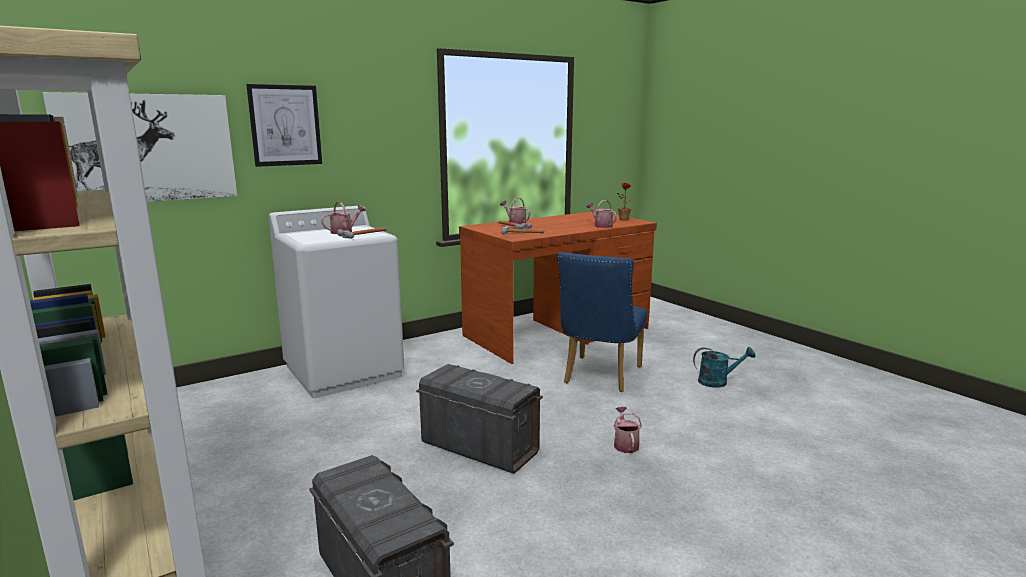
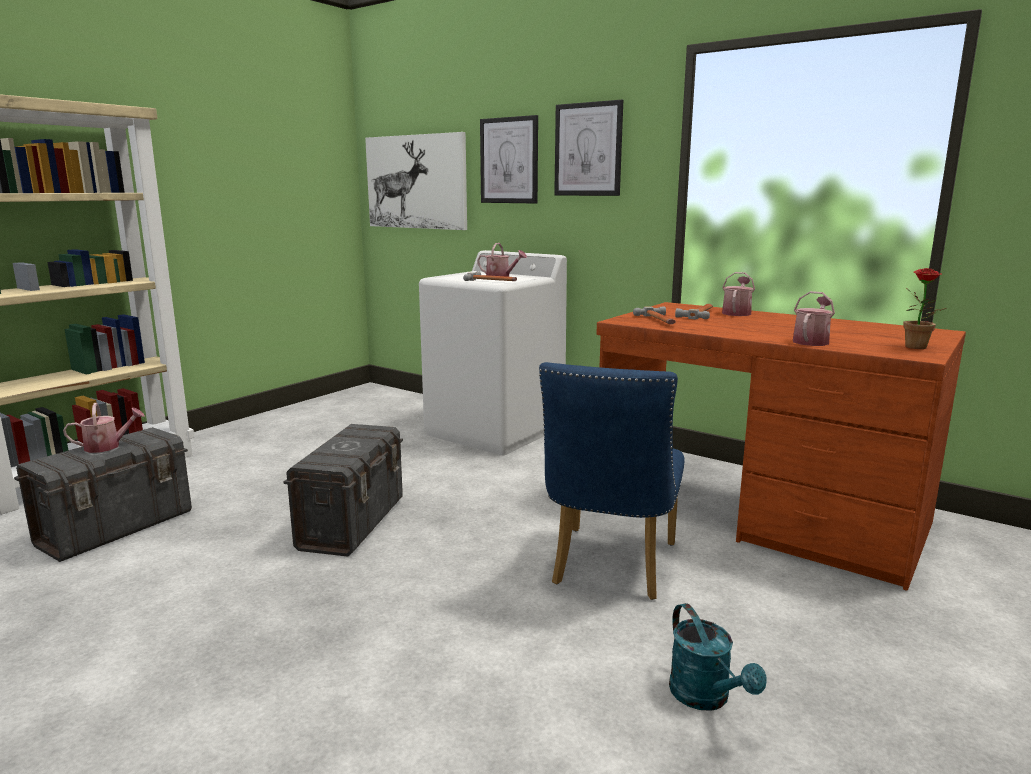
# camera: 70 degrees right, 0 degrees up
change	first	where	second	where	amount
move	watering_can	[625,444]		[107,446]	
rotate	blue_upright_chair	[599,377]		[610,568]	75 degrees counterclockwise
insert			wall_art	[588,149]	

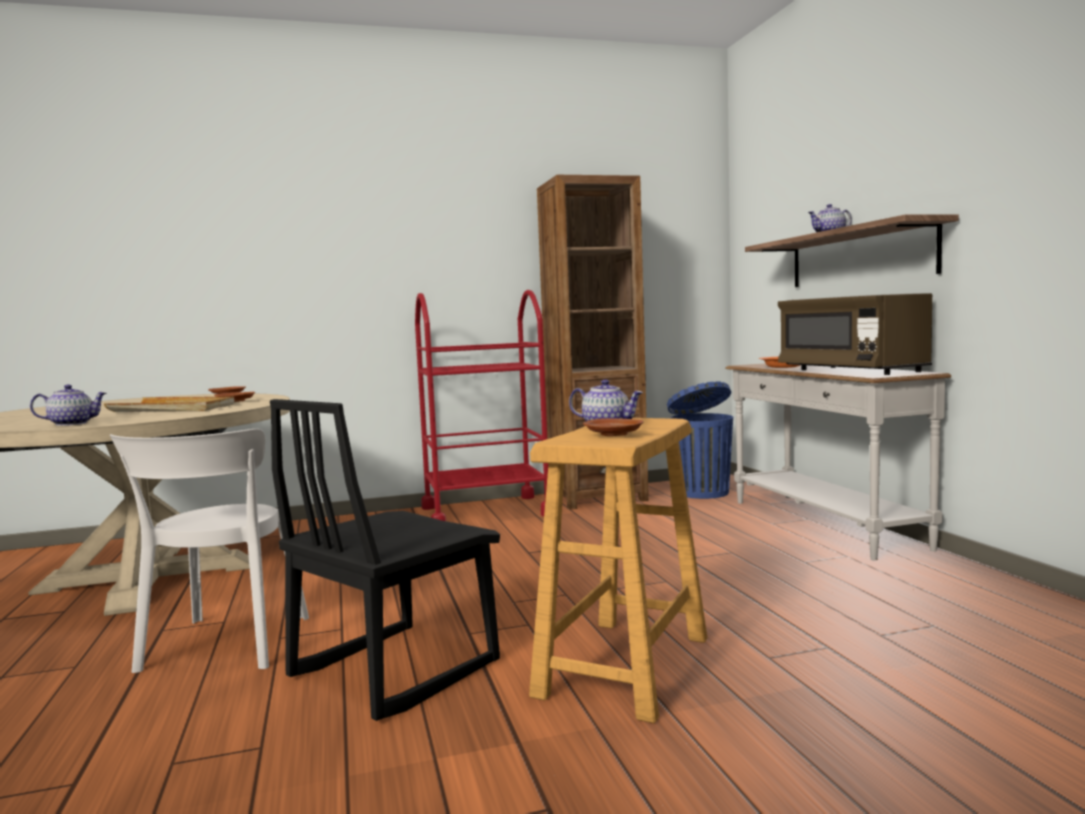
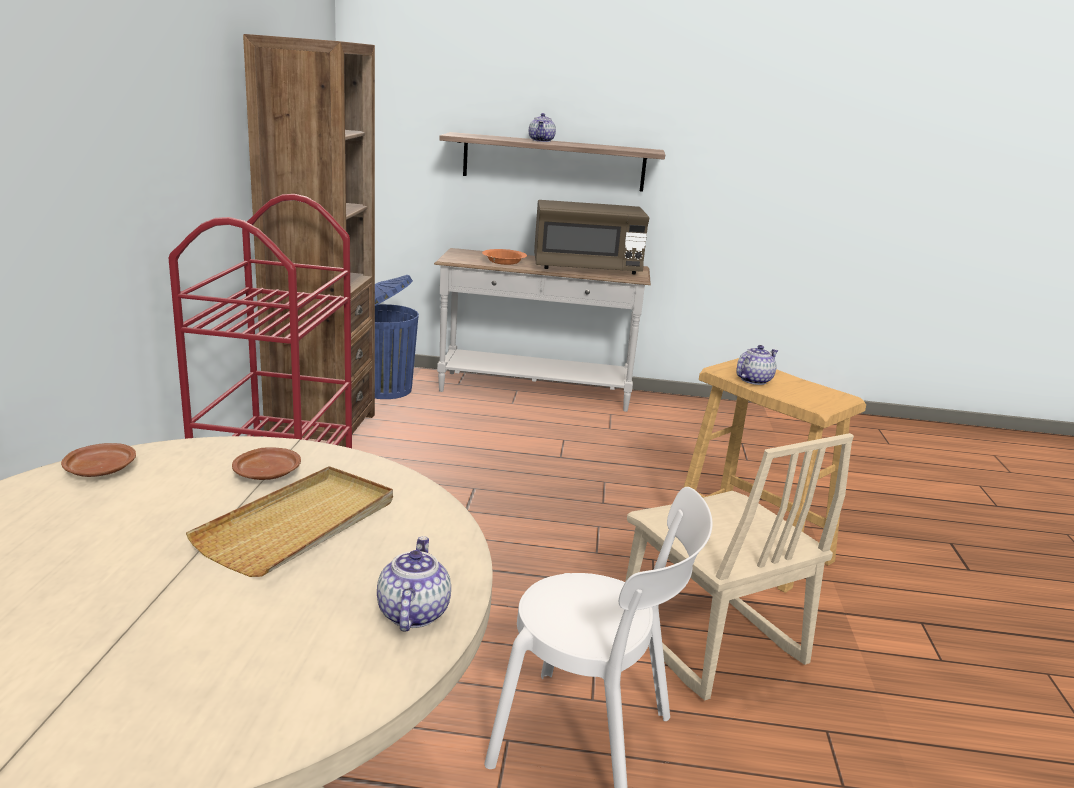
# camera: 70 degrees left, 15 degrees up
change	first	where	second	where	amount
recolor	blackish_upright_chair	[393,669]	beige_upright_chair	[709,641]	
delete	brownish_flat_dish	[614,435]			

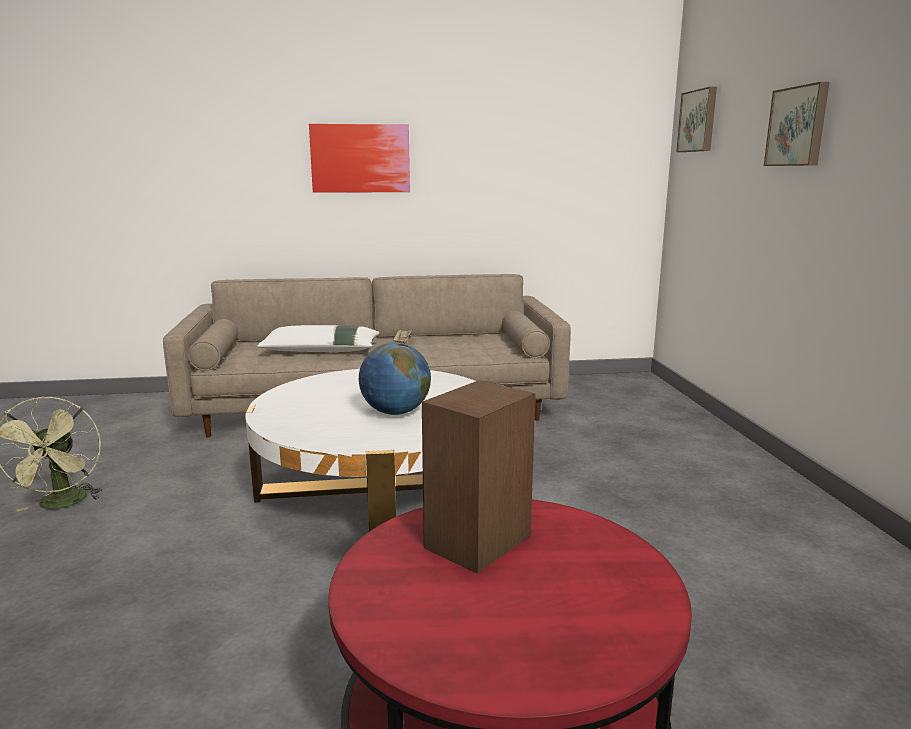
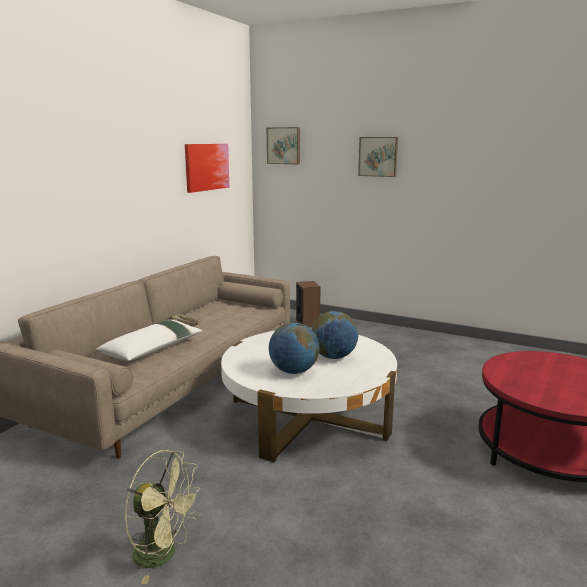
# camera: 55 degrees left, 0 degrees up
change	first	where	second	where	amount
move	wall_art	[360,158]		[206,167]	
insert			globe	[294,371]	
move	loudspeaker	[478,541]		[308,323]	

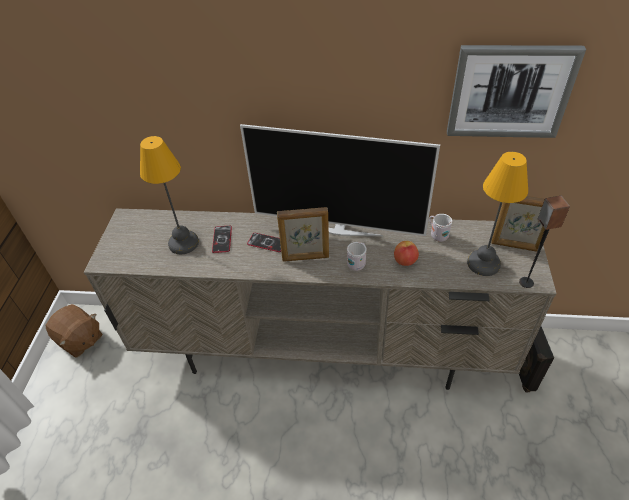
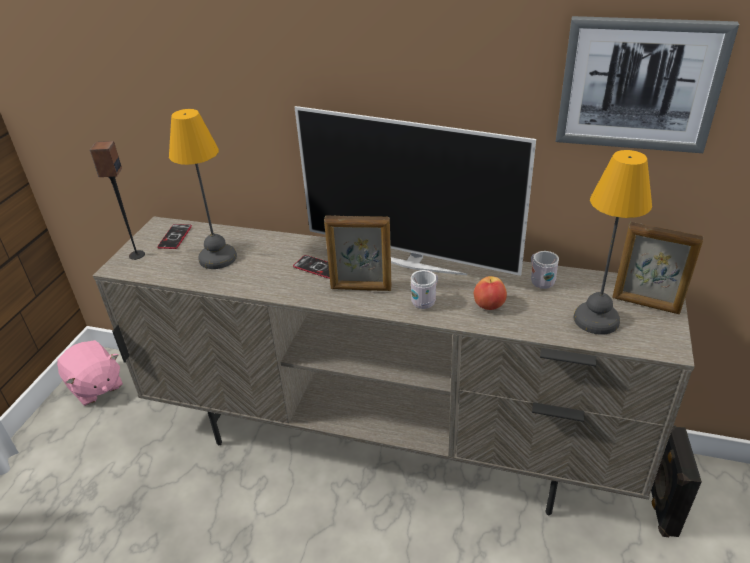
# camera: 10 degrees right, 10 degrees down
change	first	where	second	where	amount
recolor	brownish_cuddly_toy	[80,340]	pink_cuddly_toy	[95,387]	
move	loudspeaker	[526,282]		[136,255]	
move	phone	[222,239]		[175,237]	

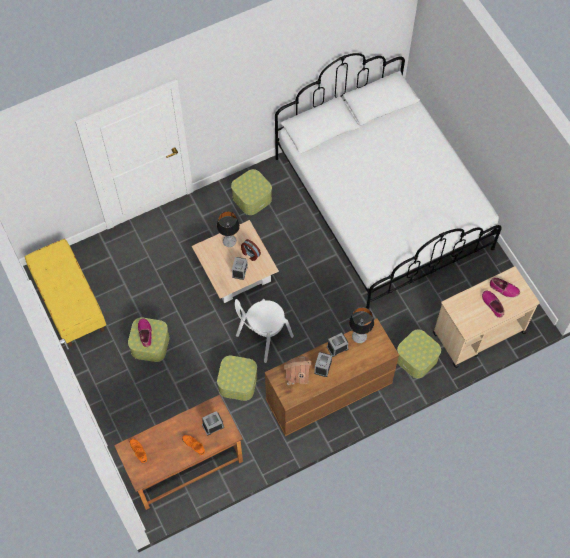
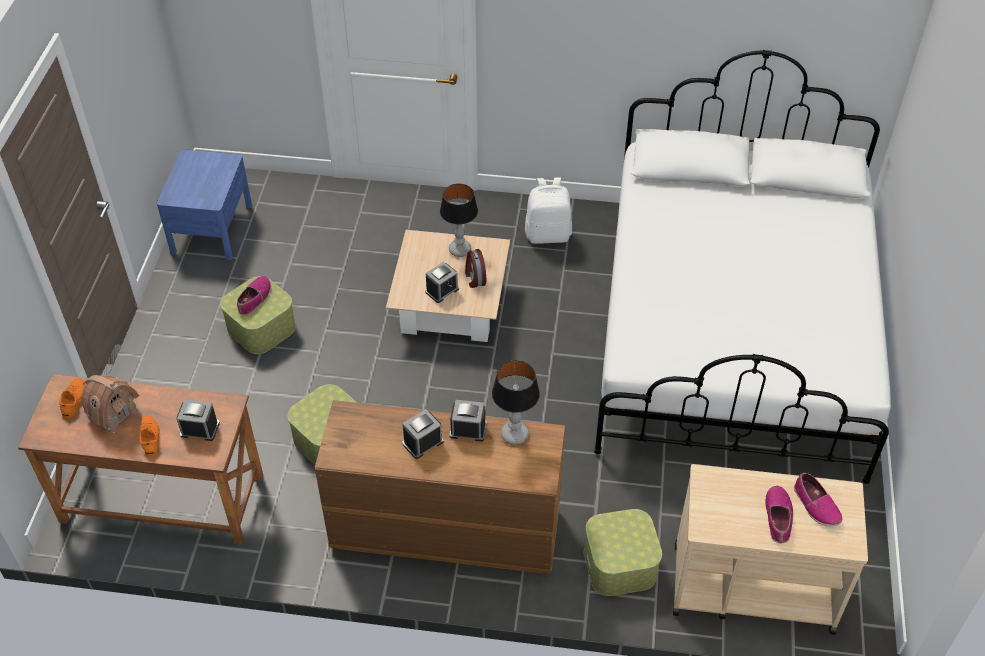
# camera: 35 degrees right, 15 degrees down
change	first	where	second	where	amount
move	model_house	[297,374]		[113,413]	
replace	yellow-coloured_long_seat	[69,302]	blue_night_table	[212,229]	
replace	storage_bin	[252,198]	white-coloured_rucksack	[548,234]	
delete	white-coloured_upright_chair	[262,337]			

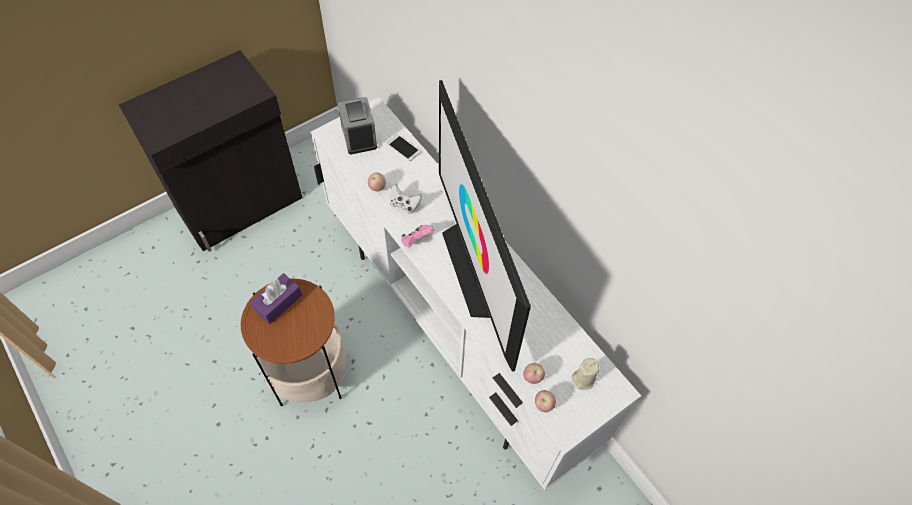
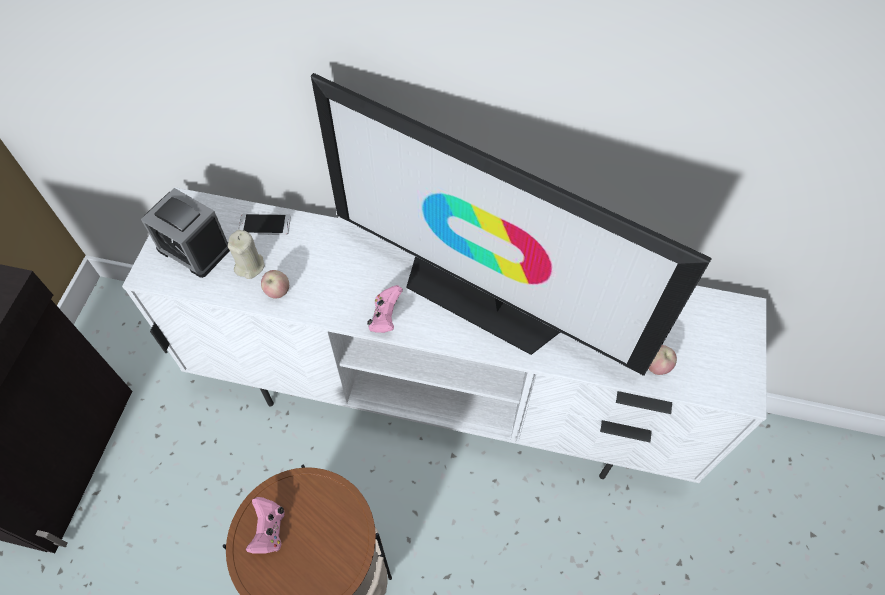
# camera: 40 degrees left, 0 degrees up
change	first	where	second	where	amount
move	beige_wax_light	[583,379]		[250,266]	
replace	purple-coloured_tissue_box	[278,303]	pink_game_controller	[269,530]	
delete	white-coloured_game_controller	[404,204]			
delete	apple_fruit	[543,404]			

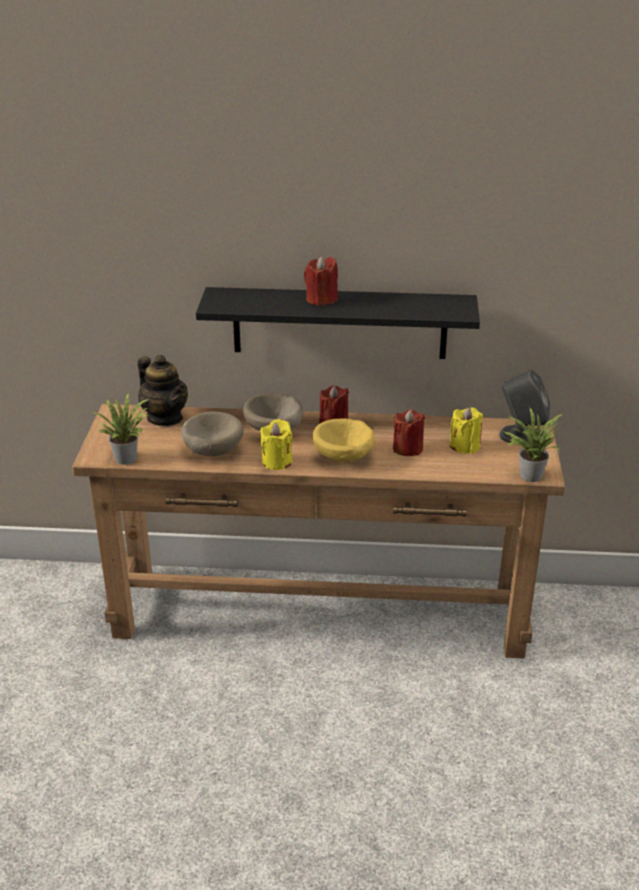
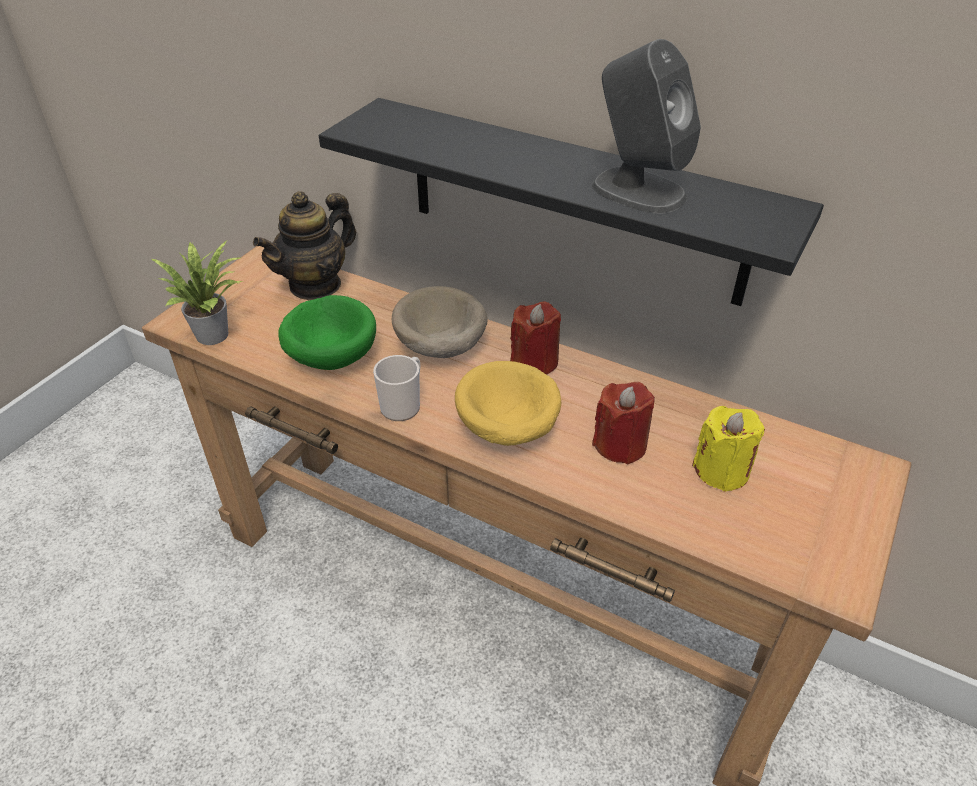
# camera: 25 degrees right, 10 degrees up
change	first	where	second	where	amount
rotate	pot_for_tea	[165,418]		[315,285]	60 degrees clockwise
recolor	beige_bowl	[212,450]	green-coloured_bowl	[331,355]	
replace	yellow-coloured_wax_light	[277,461]	coffee_mug	[403,405]	
move	greyish_loudspeaker	[523,436]		[637,190]	
delete	red_wax_light	[321,299]			
delete	potted_plant	[528,474]			

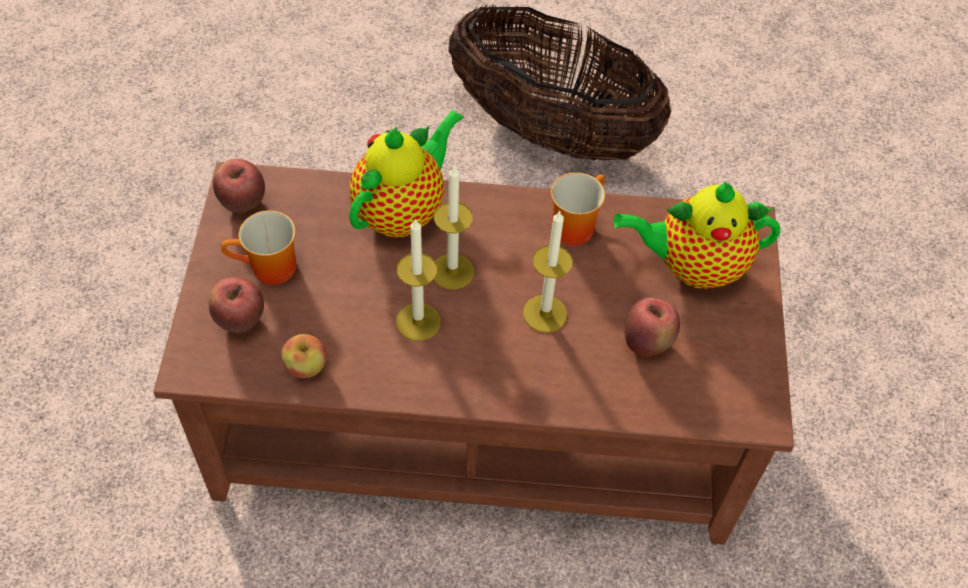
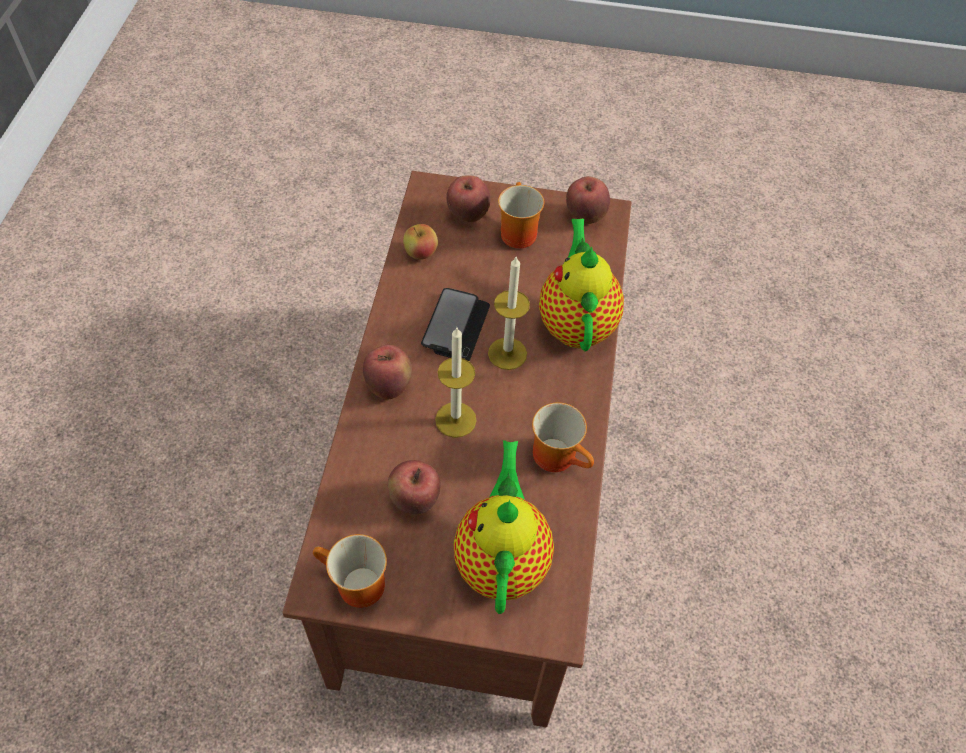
# camera: 95 degrees right, 0 degrees up
change	first	where	second	where	amount
insert			coffee_mug	[354,587]	
insert			apple_fruit	[389,386]	
replace	wax_light	[418,322]	phone	[456,326]	
rotate	pot_for_tea	[403,211]		[576,322]	135 degrees counterclockwise
delete	storage_basket	[550,131]			

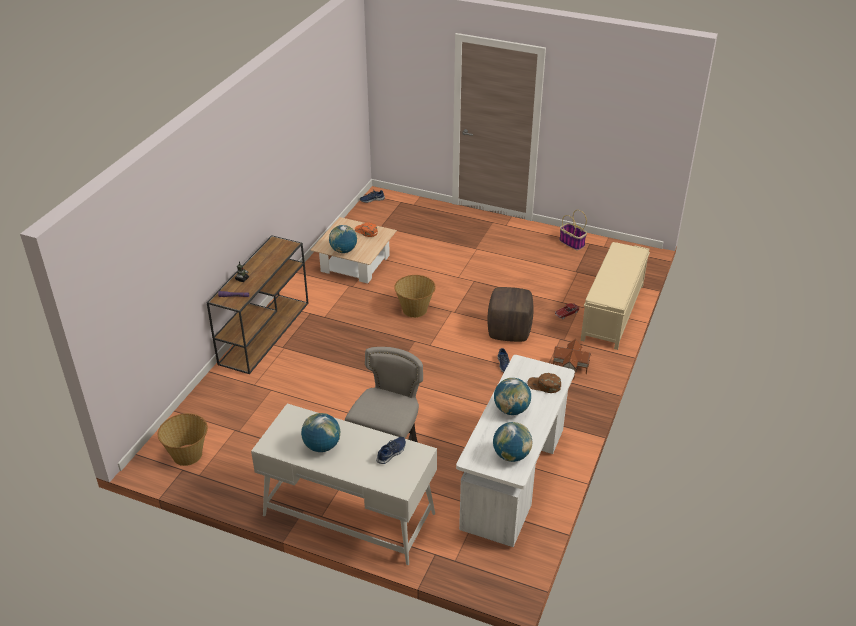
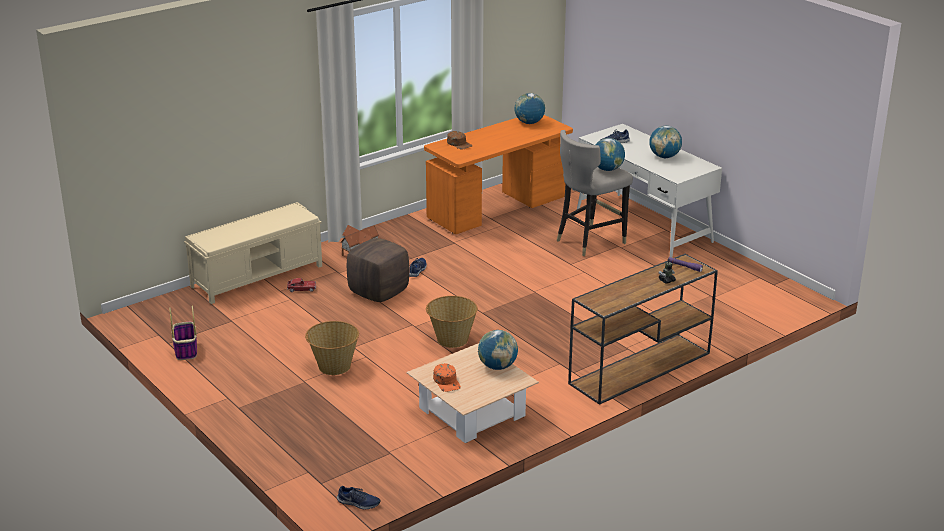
# camera: 150 degrees left, 10 degrees down
change	first	where	second	where	amount
move	storage_basket	[188,454]		[333,366]	
recolor	white-coloured_desk	[514,479]	orange_desk	[498,208]	
move	globe	[511,410]		[607,169]	

